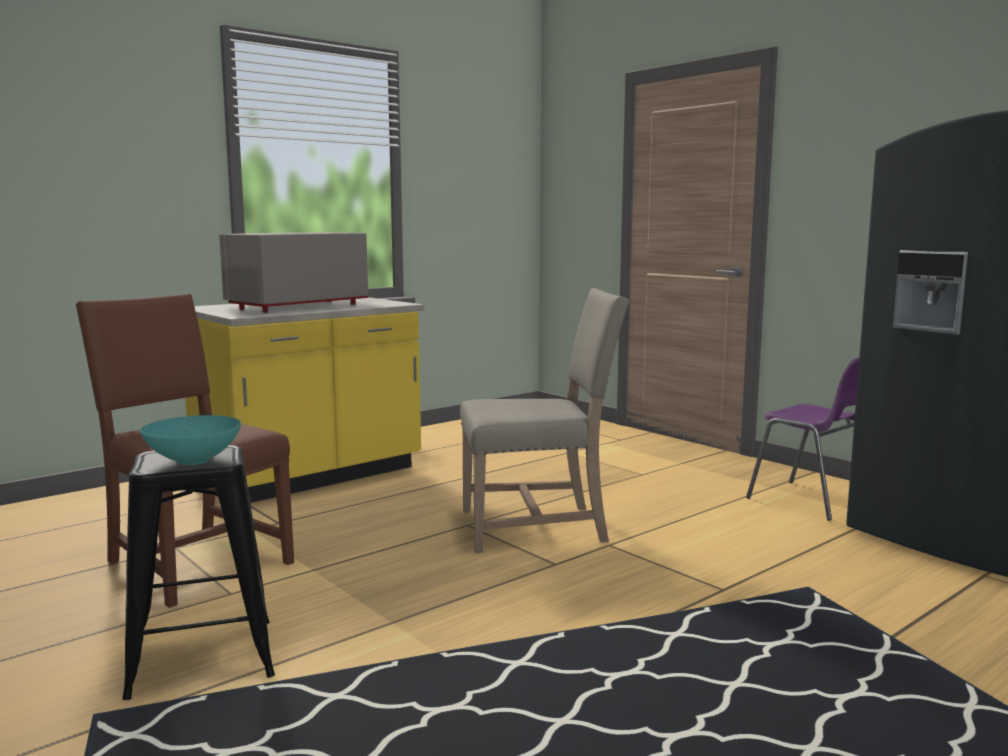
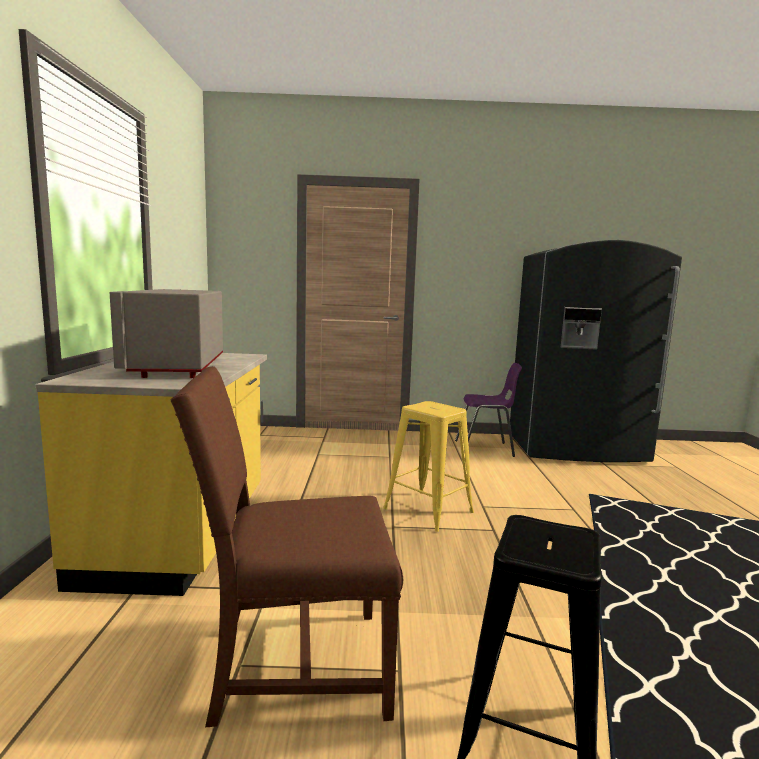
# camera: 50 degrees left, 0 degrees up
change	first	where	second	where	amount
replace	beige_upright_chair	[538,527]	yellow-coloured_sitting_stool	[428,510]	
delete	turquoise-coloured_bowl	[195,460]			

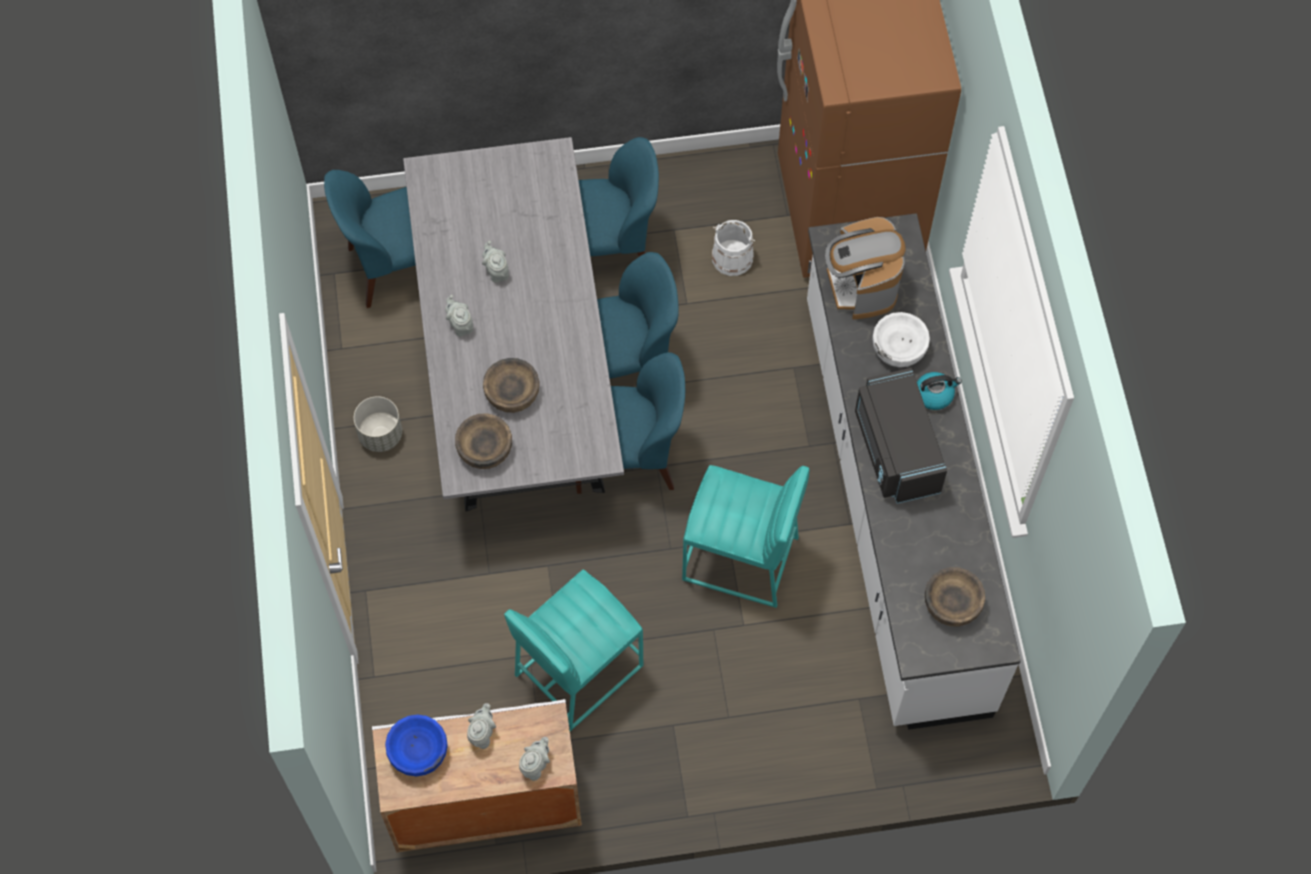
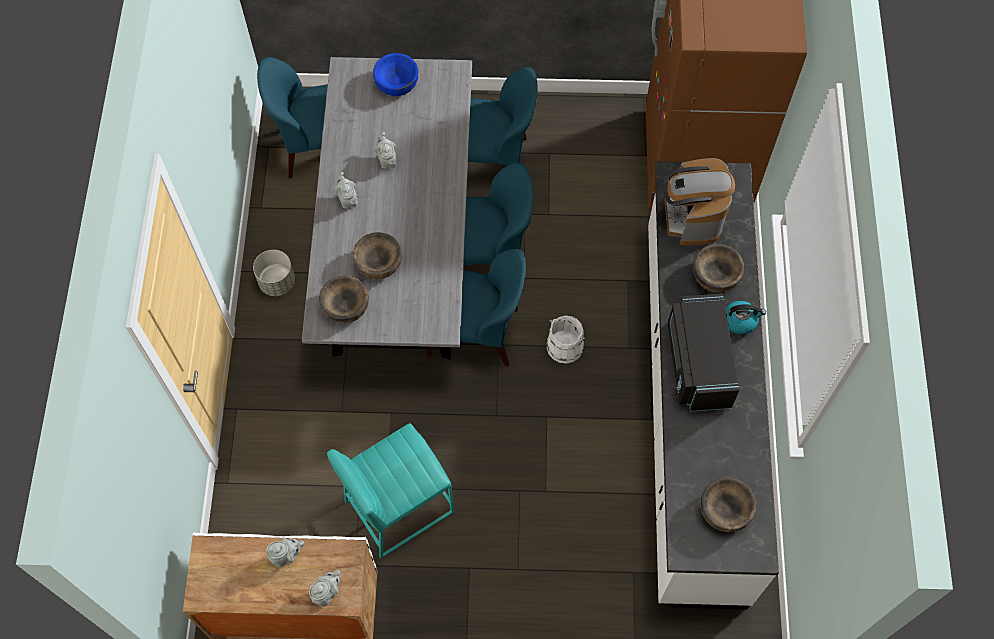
# camera: 10 degrees right, 0 degrees up
change	first	where	second	where	amount
rotate	greyish_pot_for_tea	[482,734]		[286,556]	45 degrees clockwise
move	blue_bowl	[418,751]		[397,82]	
move	white-coloured_pail	[732,258]		[564,347]	
recolor	white-coloured_bowl	[899,348]	brownish_bowl	[715,275]	
delete	turquoise-coloured_sitting_stool	[741,560]			

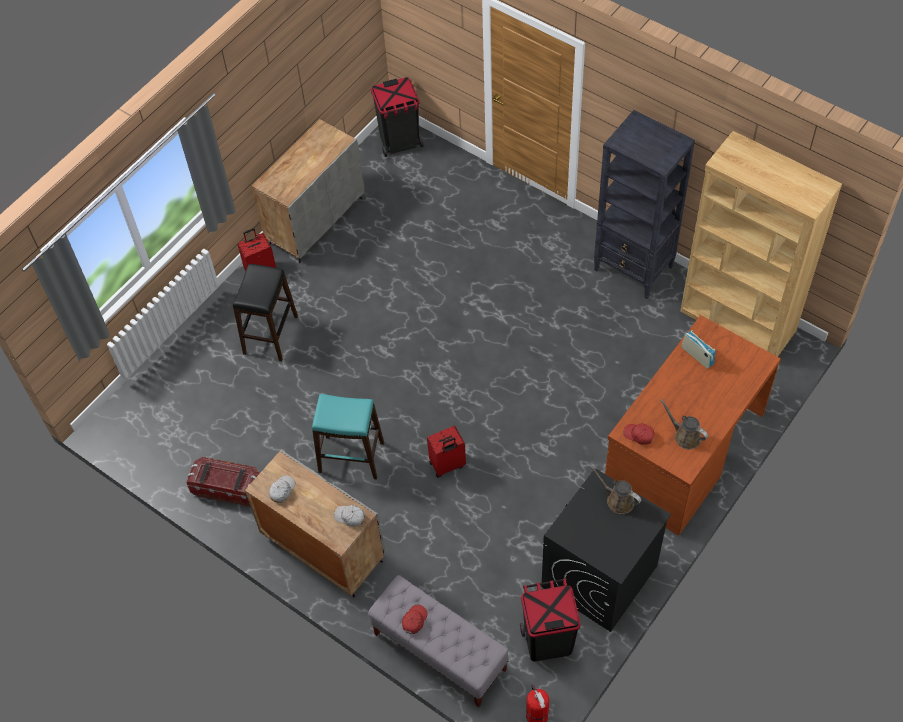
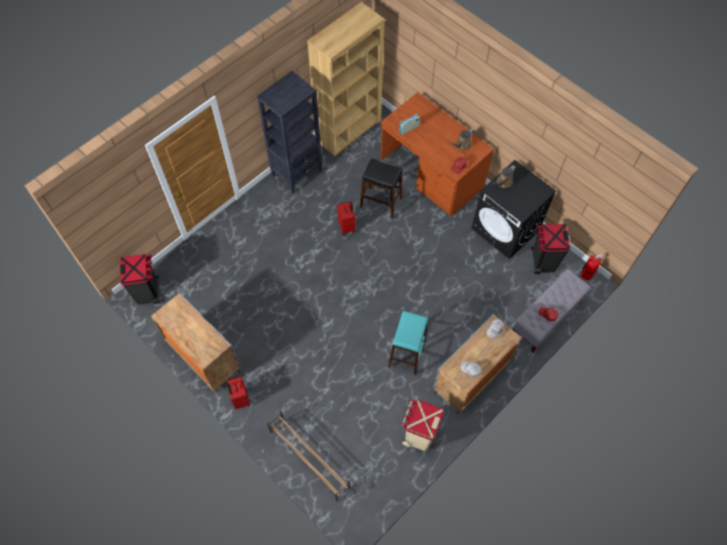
# camera: 85 degrees left, 5 degrees up
change	first	where	second	where	amount
insert			brownish_shoe_stand	[309,458]	
move	red_suitcase	[447,465]		[347,226]	
move	blackish_sitting_stool	[270,334]		[380,202]	
replace	storage_bin	[228,488]	beige_waste_bin	[419,435]	

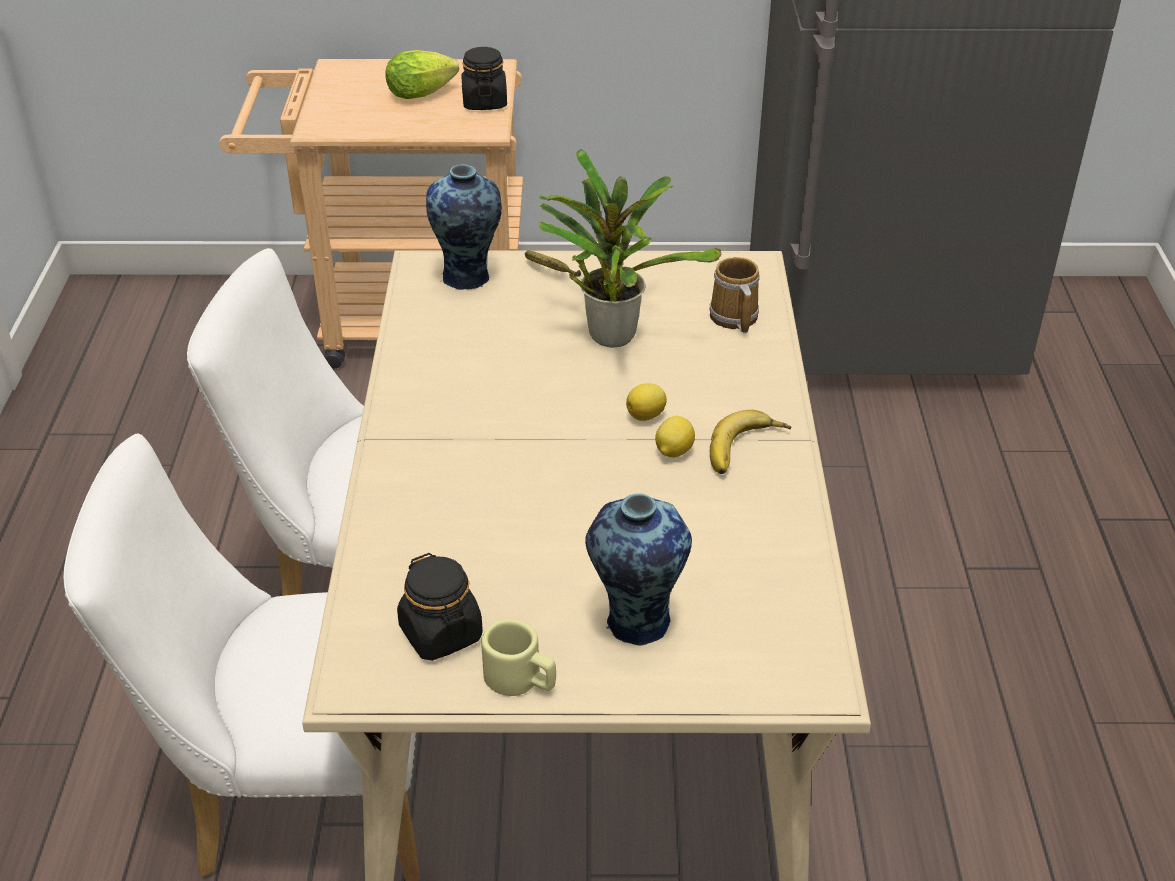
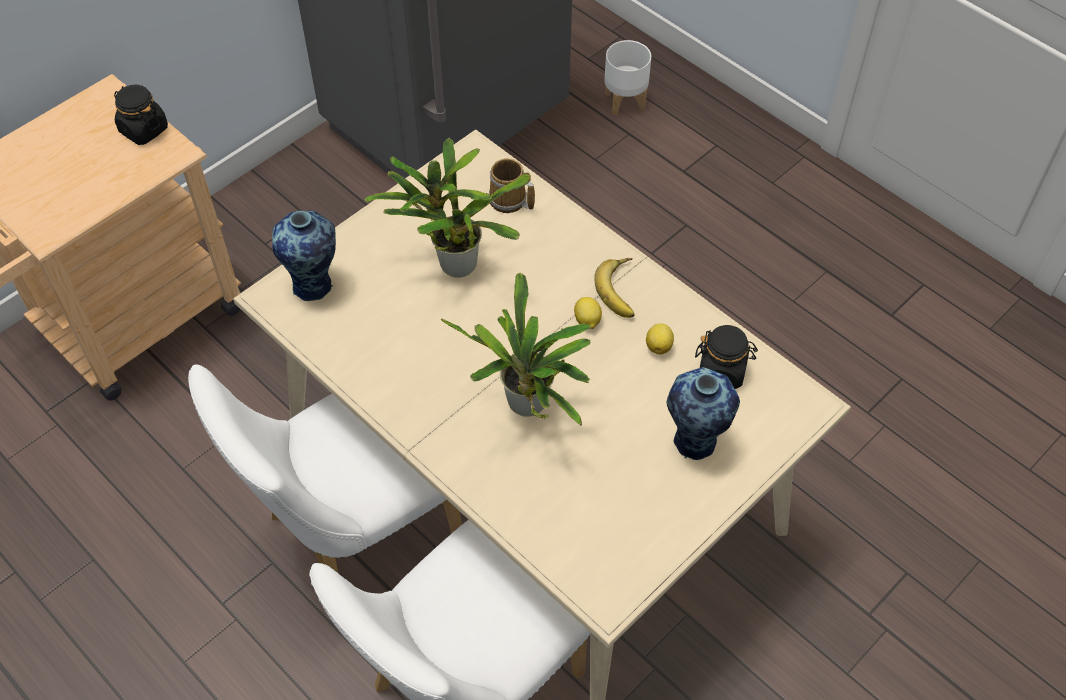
# camera: 45 degrees left, 15 degrees up
change	first	where	second	where	amount
insert			potted_plant	[528,408]	
insert			white-coloured_plant_pot	[624,100]	
move	lemon	[647,415]		[659,346]	
move	blackish_preserve_jar	[441,633]		[722,370]	
delete	lettuce_head	[424,93]			
delete	beige_coffee_mug	[521,680]			
delete	banana	[549,271]			

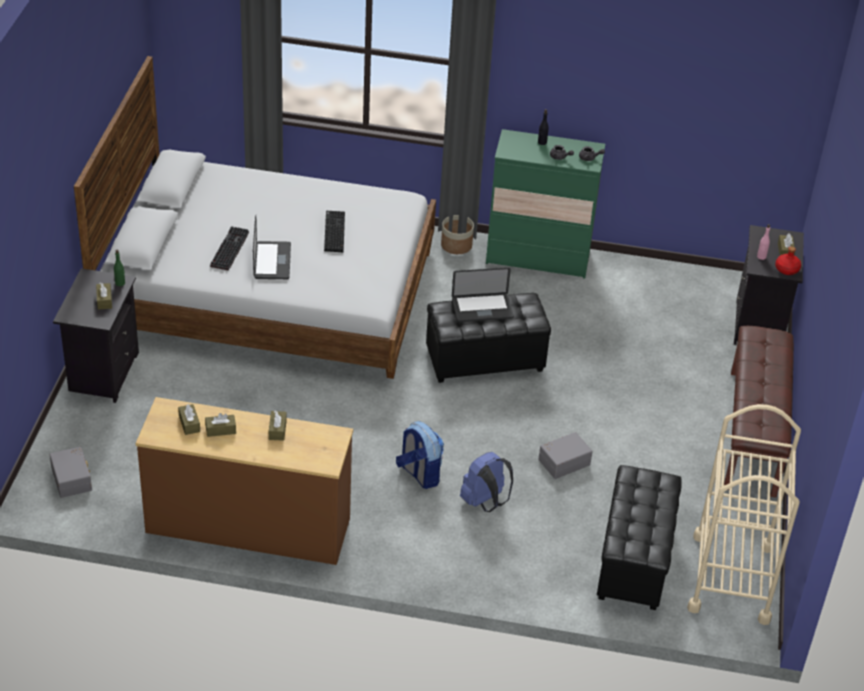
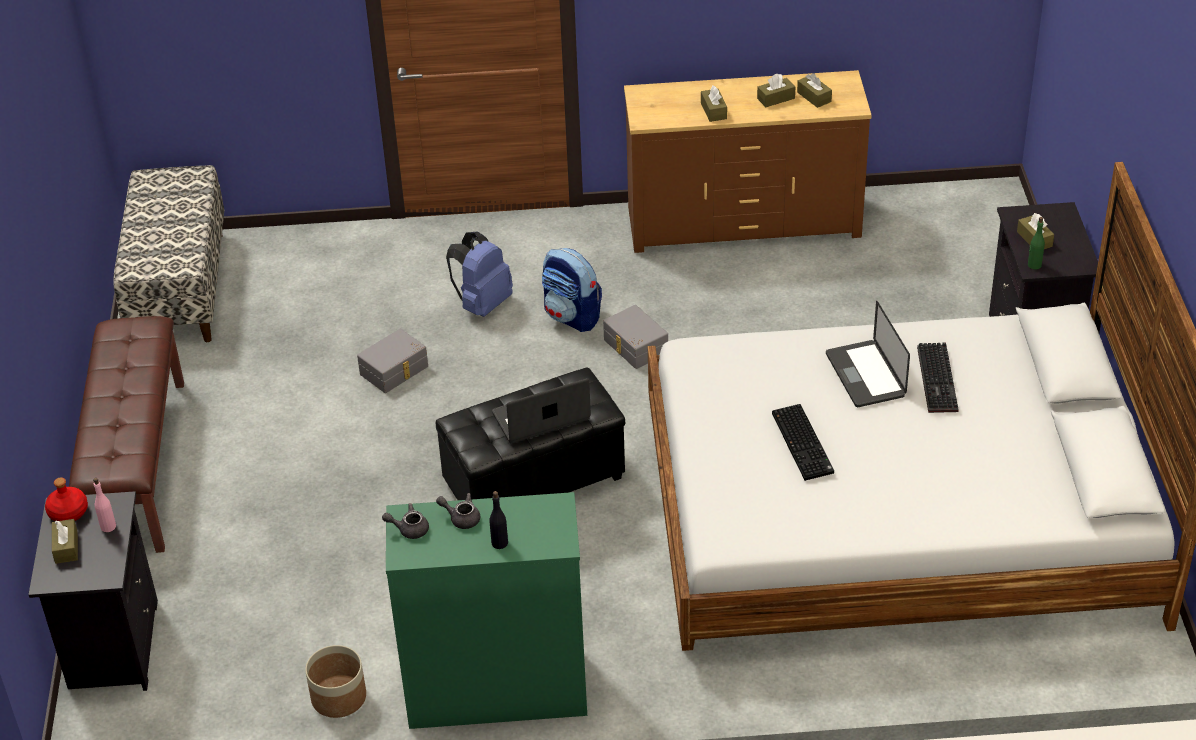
# camera: 170 degrees right, 0 degrees up
change	first	where	second	where	amount
replace	beige_wheeled_cart	[731,578]	long_seat	[179,288]	
move	plant_pot	[456,245]		[338,697]	
move	greyish_storage_bin	[72,478]		[634,347]	
delete	blackish_footrest	[635,560]			

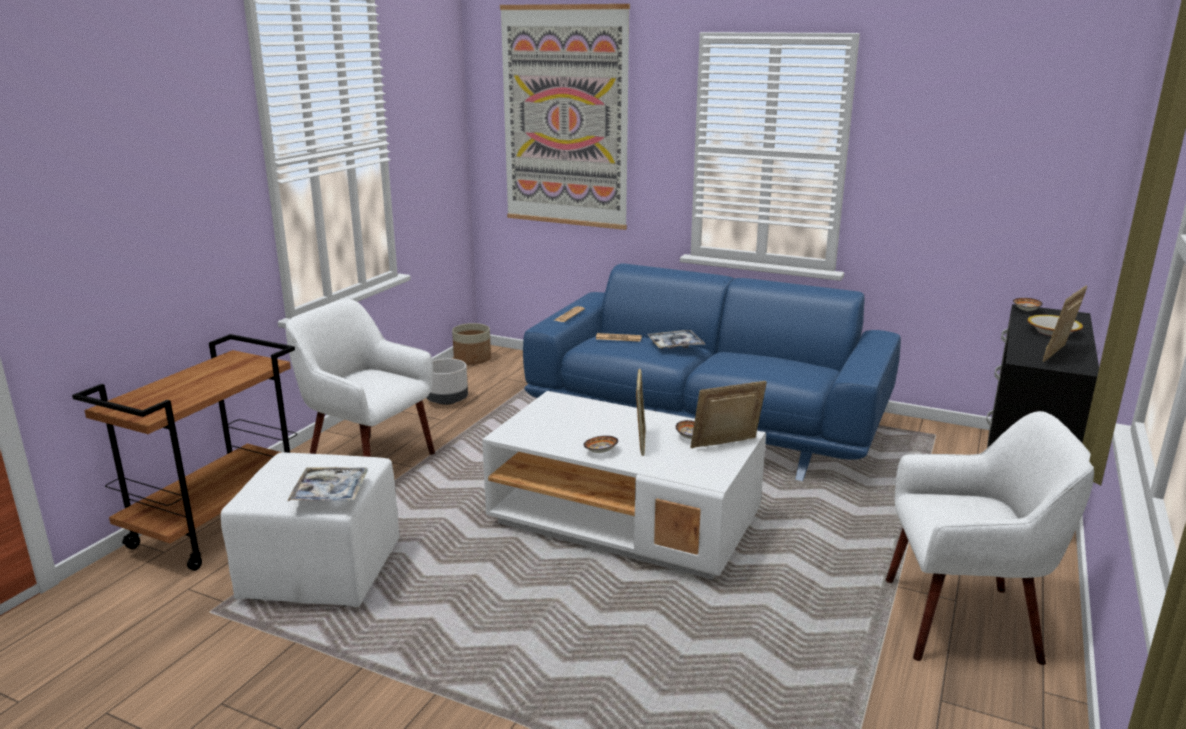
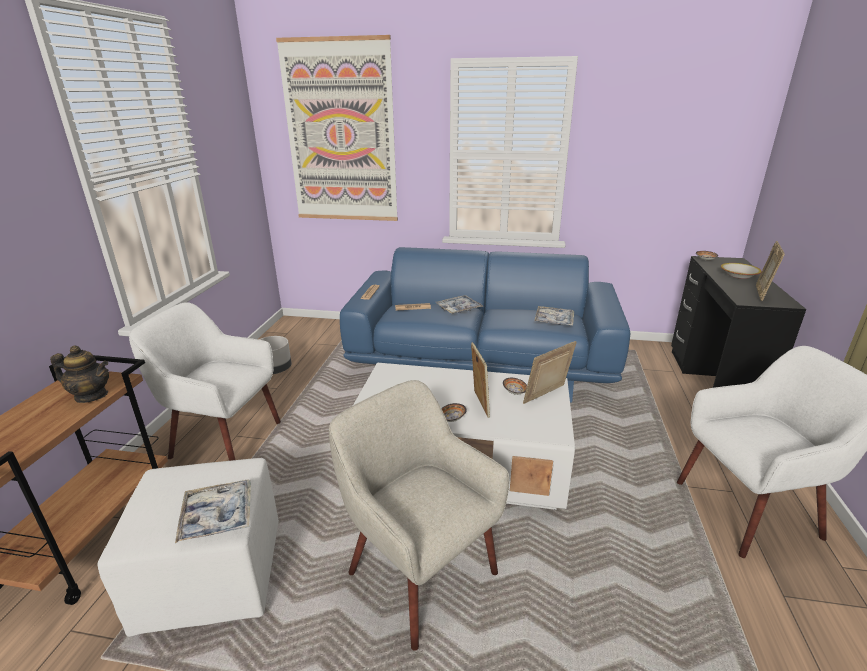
# camera: 15 degrees left, 5 degrees up
change	first	where	second	where	amount
insert			pot_for_tea	[91,396]	
insert			beige_lounge_chair	[420,573]	
insert			carrying_tray	[554,320]	
delete	plant_pot	[472,359]			

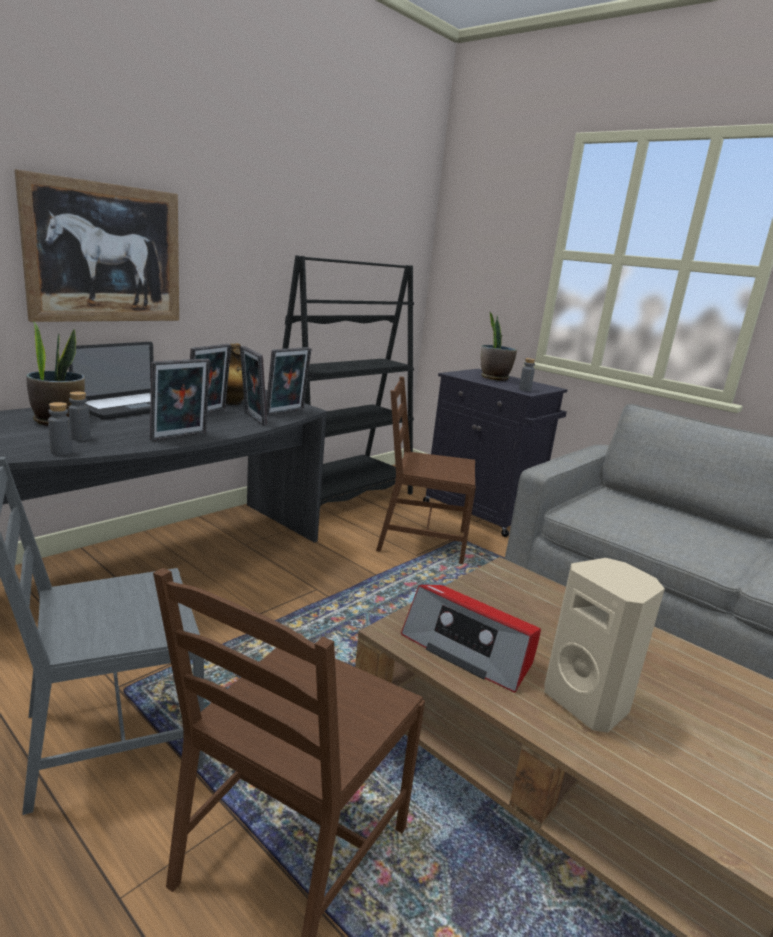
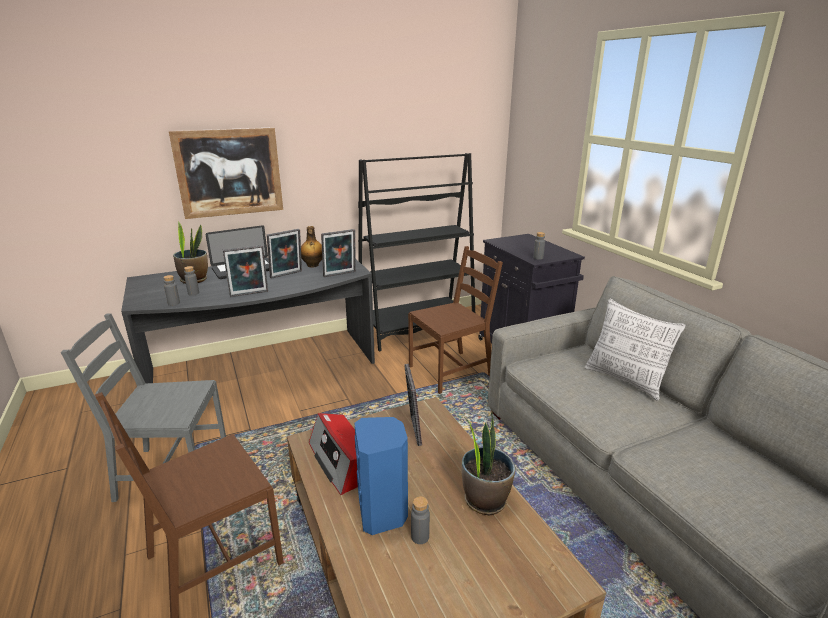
# camera: 25 degrees right, 5 degrees up
change	first	where	second	where	amount
recolor	beige_loudspeaker	[588,702]	blue_loudspeaker	[383,513]	
move	picture_frame	[252,418]		[413,430]	
rotate	brownish_upright_chair	[421,541]		[451,371]	120 degrees clockwise
insert			greyish_bottle	[420,537]	
move	potted_plant	[494,378]		[485,500]	
insert			cushion	[625,380]	

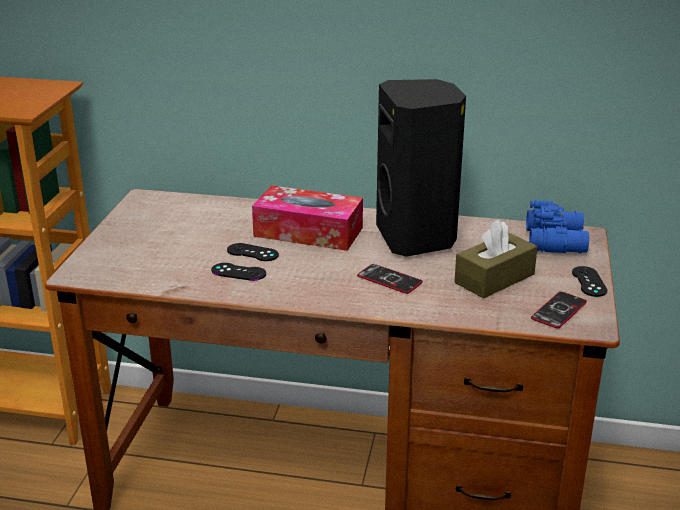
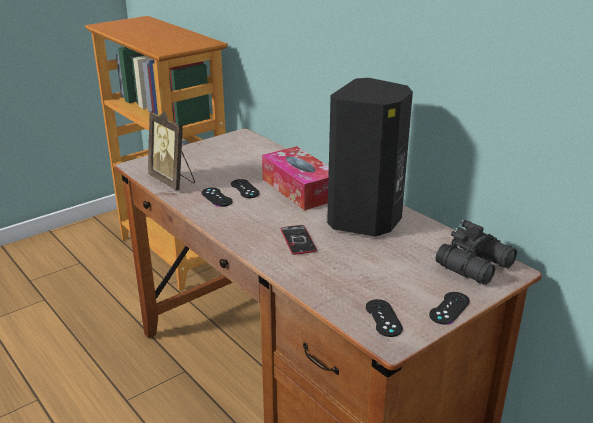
# camera: 40 degrees right, 0 degrees up
change	first	where	second	where	amount
insert			picture_frame	[173,181]	
replace	phone	[559,311]	blackish_game_controller	[383,318]	
recolor	blue_binoculars	[557,240]	blackish_binoculars	[477,265]	
delete	brownish_tissue_box	[494,278]			

